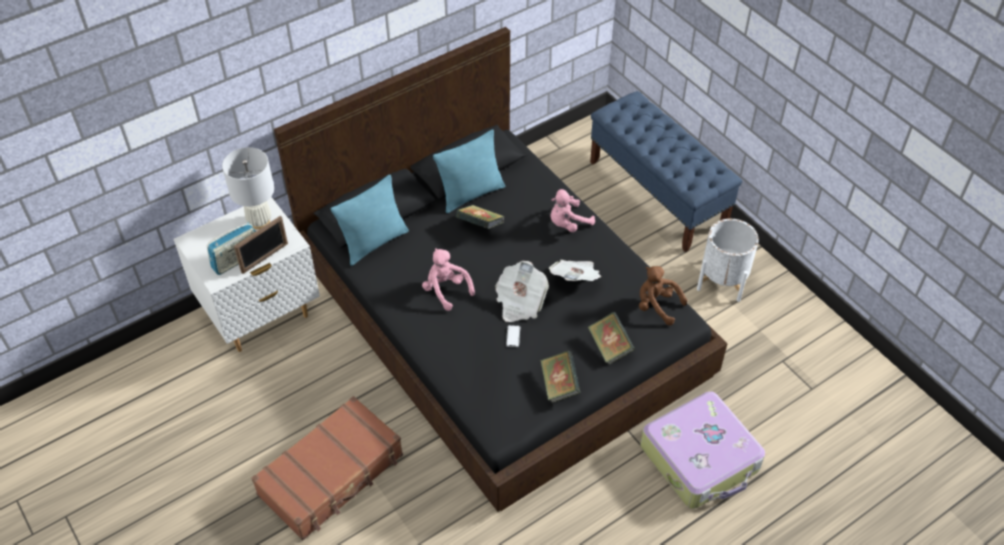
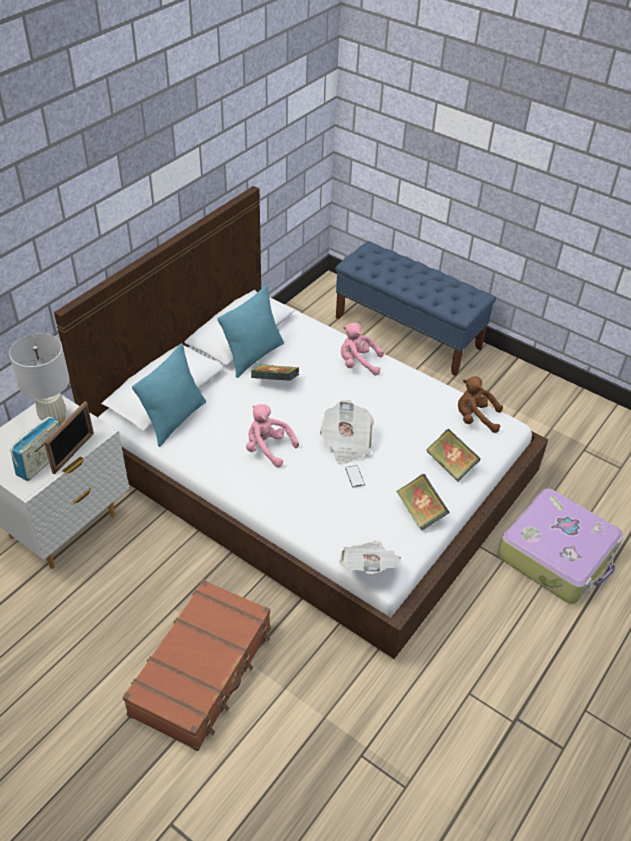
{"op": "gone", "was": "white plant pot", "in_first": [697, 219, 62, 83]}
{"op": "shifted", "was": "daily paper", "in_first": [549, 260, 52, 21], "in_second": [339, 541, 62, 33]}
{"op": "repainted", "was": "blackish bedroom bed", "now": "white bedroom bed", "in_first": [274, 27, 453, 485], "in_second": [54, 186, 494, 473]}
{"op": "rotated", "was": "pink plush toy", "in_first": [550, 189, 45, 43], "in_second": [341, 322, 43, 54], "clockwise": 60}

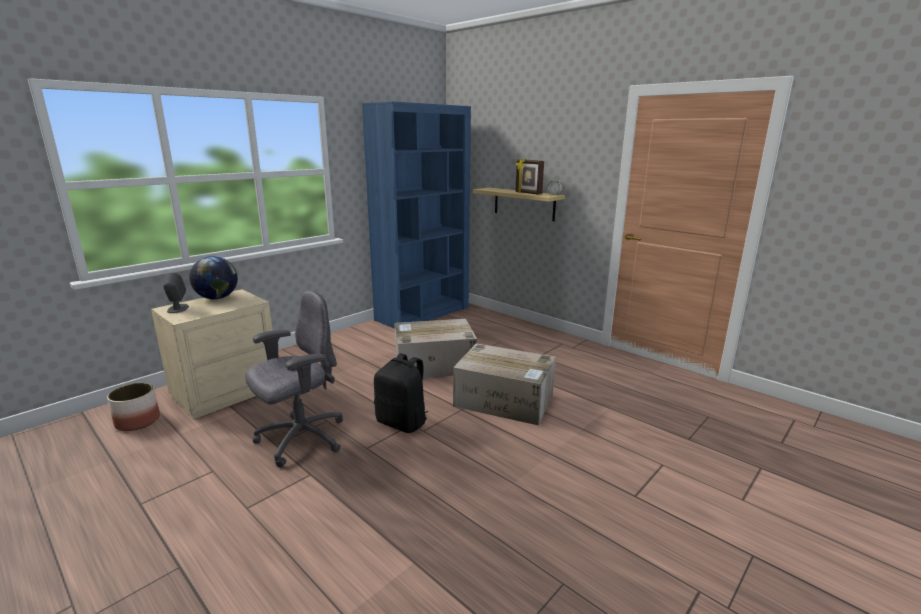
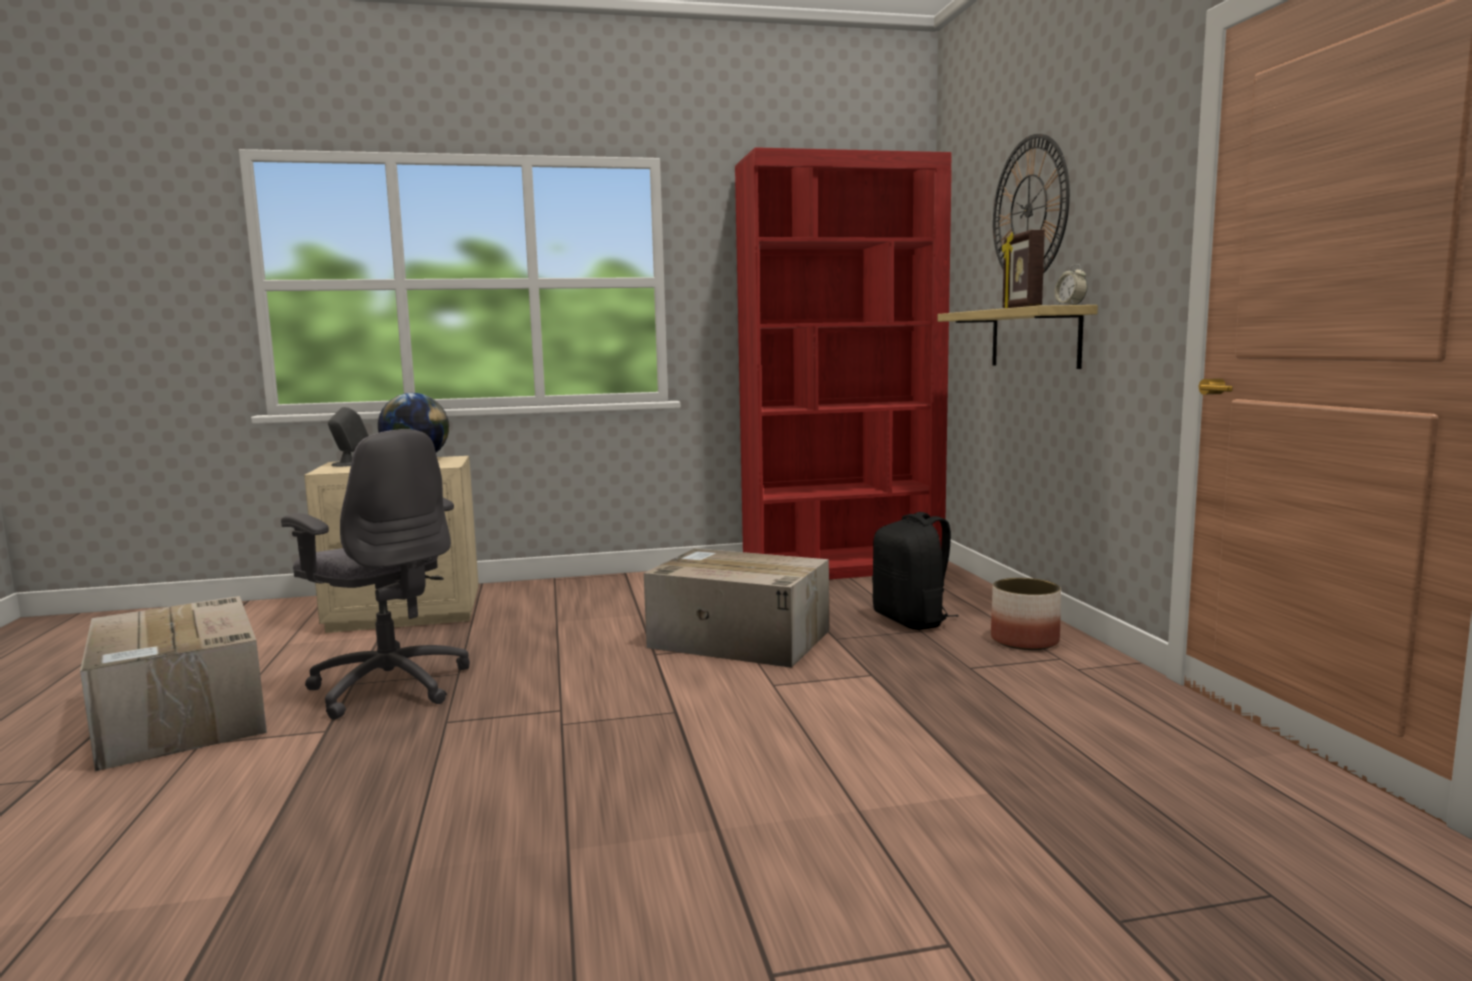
{"op": "new", "now": "wall clock", "in_second": [993, 134, 77, 140]}
{"op": "shifted", "was": "plant pot", "in_first": [107, 383, 53, 48], "in_second": [991, 578, 70, 72]}
{"op": "shifted", "was": "blackish backpack", "in_first": [374, 353, 54, 80], "in_second": [872, 512, 87, 118]}
{"op": "shifted", "was": "packing box", "in_first": [453, 343, 103, 82], "in_second": [80, 596, 187, 175]}
{"op": "repainted", "was": "bluish bookcase", "now": "reddish bookcase", "in_first": [362, 101, 109, 228], "in_second": [735, 147, 217, 432]}
{"op": "rotated", "was": "gray office chair", "in_first": [245, 291, 98, 176], "in_second": [281, 429, 189, 291], "clockwise": 45}

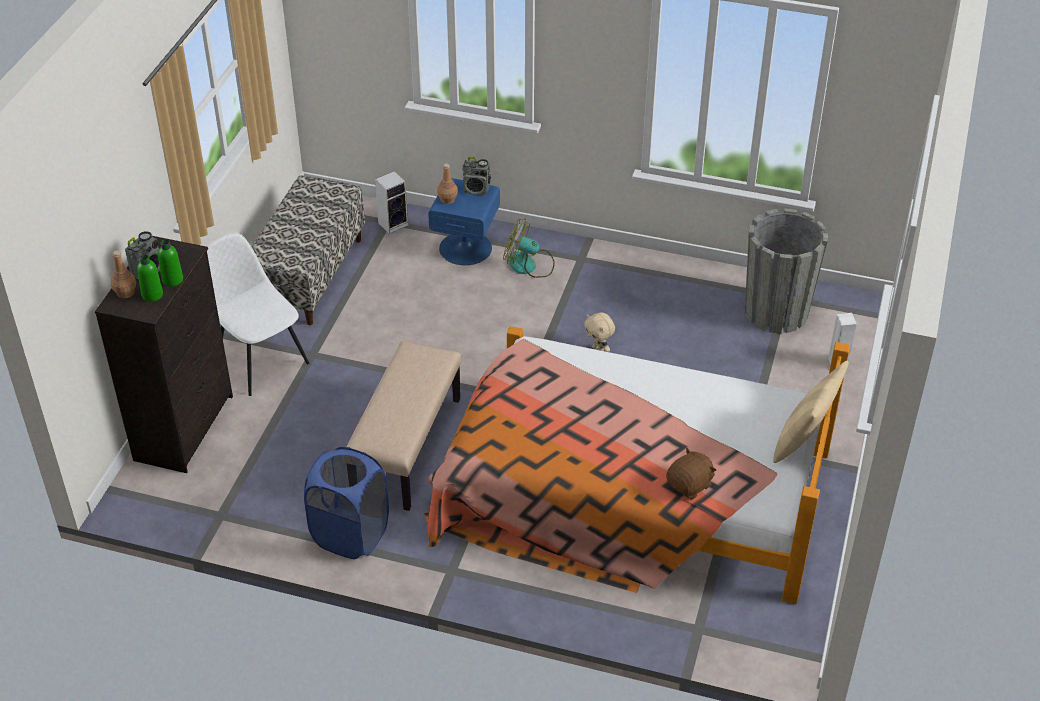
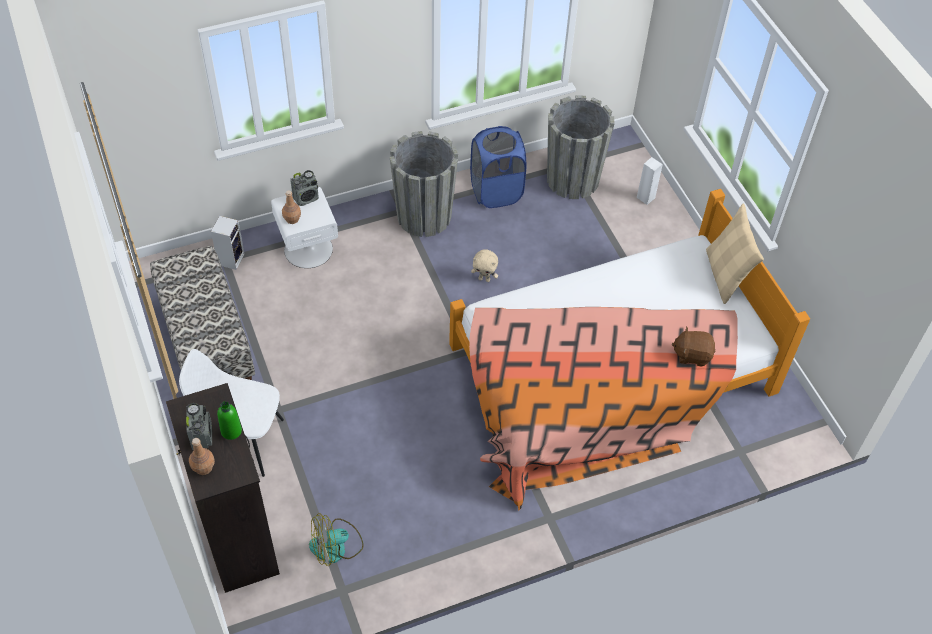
{"op": "gone", "was": "green drink bottle", "in_first": [137, 254, 26, 48]}
{"op": "gone", "was": "sand-coloured bench", "in_first": [347, 341, 115, 170]}
{"op": "new", "now": "gray plant pot", "in_second": [390, 131, 68, 106]}
{"op": "shifted", "was": "bluish washing basket", "in_first": [304, 447, 85, 112], "in_second": [470, 126, 56, 82]}
{"op": "shifted", "was": "fan", "in_first": [503, 218, 51, 60], "in_second": [309, 513, 55, 53]}
{"op": "repainted", "was": "bluish bedside table", "now": "white bedside table", "in_first": [428, 178, 72, 87], "in_second": [271, 187, 67, 81]}
{"op": "rotated", "was": "brown plush toy", "in_first": [666, 448, 50, 51], "in_second": [672, 326, 43, 41], "clockwise": -90}

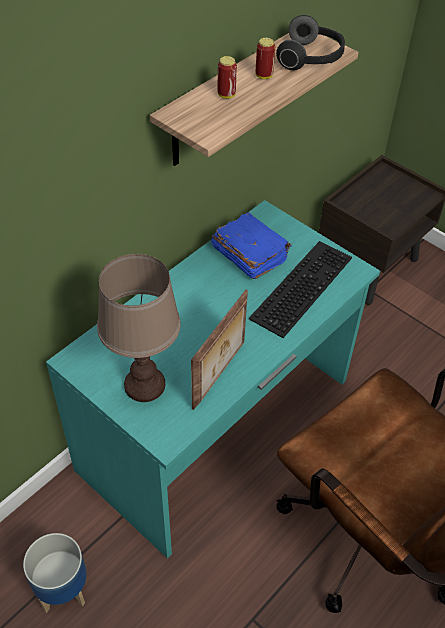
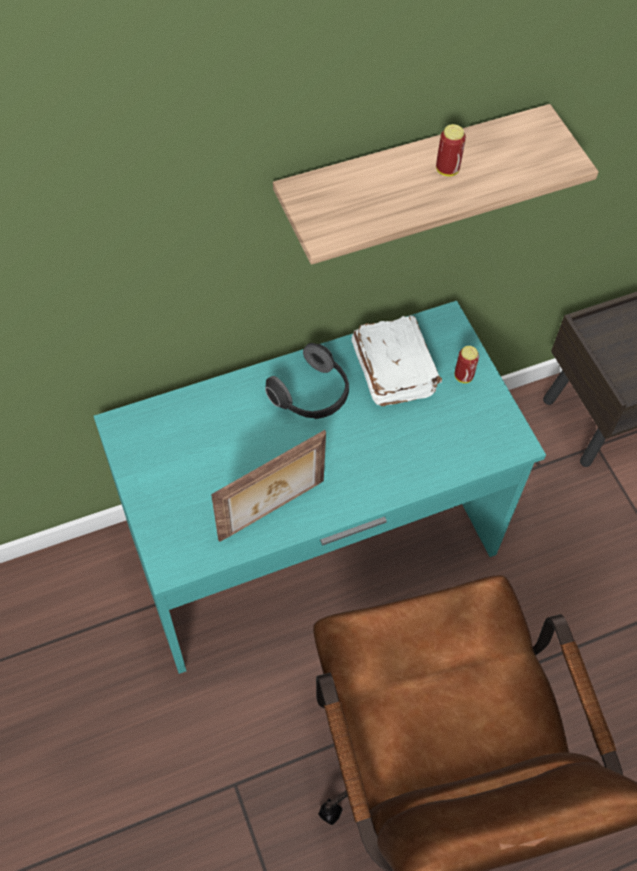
{"op": "gone", "was": "plant pot", "in_first": [23, 533, 64, 80]}
{"op": "gone", "was": "brown tabletop lamp", "in_first": [97, 254, 84, 148]}
{"op": "gone", "was": "PC keyboard", "in_first": [249, 241, 103, 97]}
{"op": "shifted", "was": "metal can", "in_first": [218, 56, 19, 43], "in_second": [455, 346, 24, 37]}
{"op": "shifted", "was": "headphones", "in_first": [276, 15, 69, 55], "in_second": [265, 343, 84, 76]}
{"op": "repainted", "was": "bluish volume", "now": "white volume", "in_first": [211, 213, 81, 66], "in_second": [351, 315, 91, 91]}

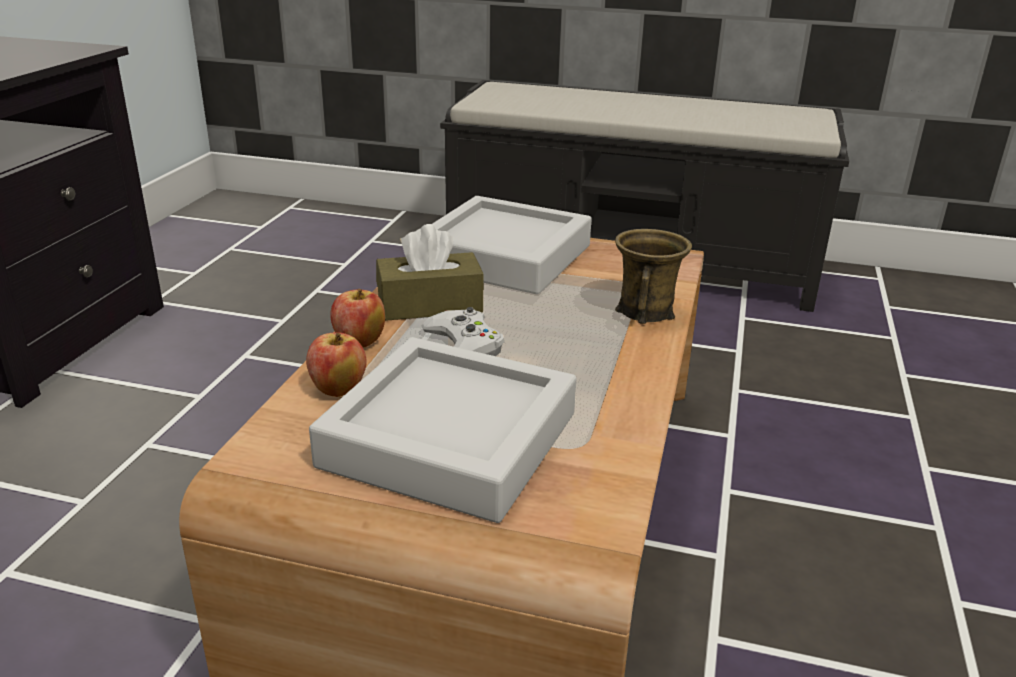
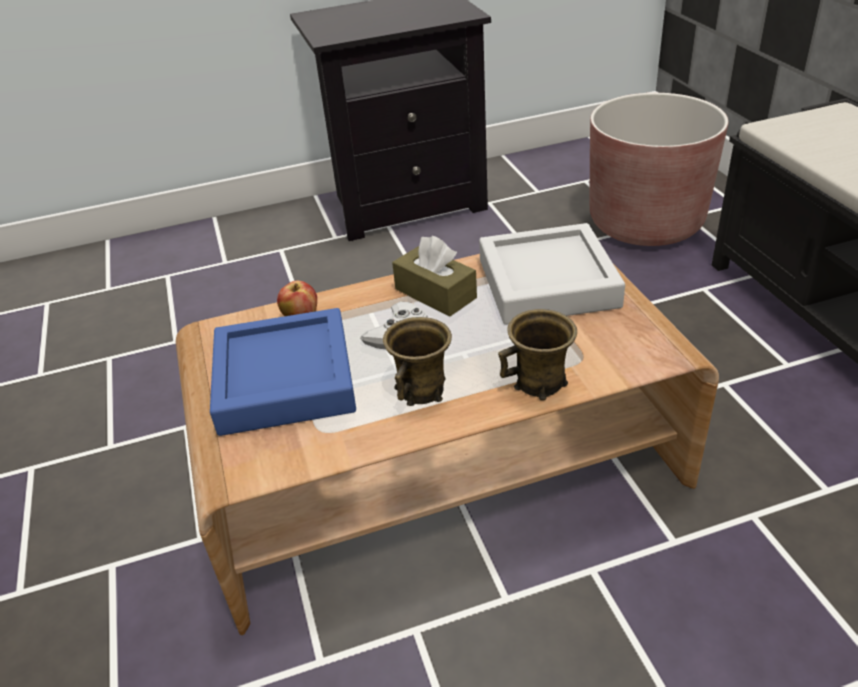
{"op": "gone", "was": "apple", "in_first": [330, 289, 55, 58]}
{"op": "new", "now": "brown coffee mug", "in_second": [383, 317, 69, 89]}
{"op": "new", "now": "brown plant pot", "in_second": [590, 93, 138, 153]}
{"op": "repainted", "was": "gray carrying tray", "now": "bluish carrying tray", "in_first": [309, 337, 267, 186], "in_second": [210, 308, 146, 128]}

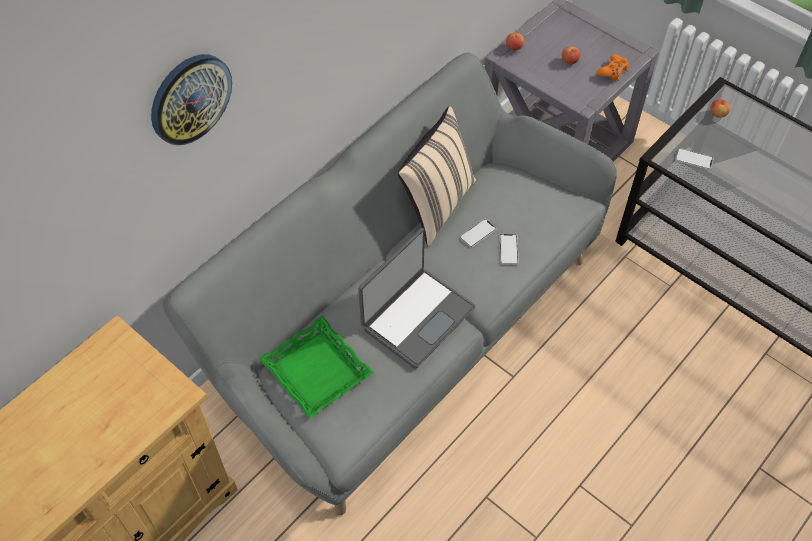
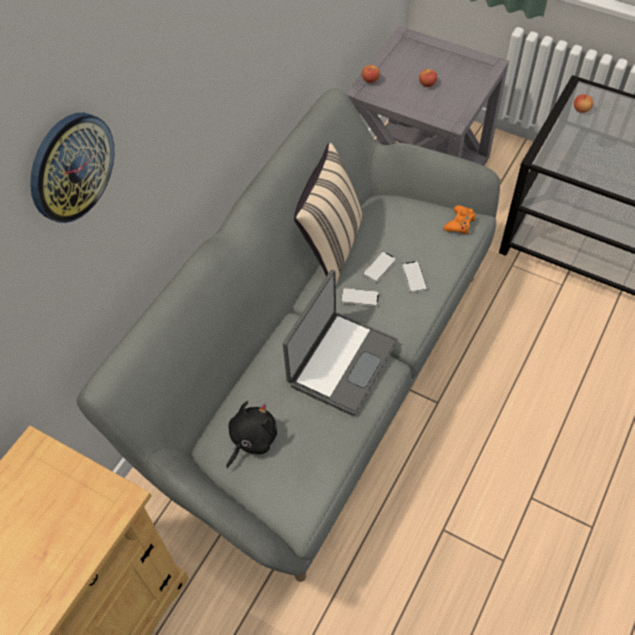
{"op": "shifted", "was": "orange-coloured joypad", "in_first": [596, 54, 33, 27], "in_second": [444, 205, 32, 29]}
{"op": "shifted", "was": "handset", "in_first": [675, 148, 39, 22], "in_second": [340, 288, 40, 19]}
{"op": "swapped", "was": "green carrying tray", "now": "blackish plush toy", "in_first": [258, 316, 116, 103], "in_second": [226, 401, 51, 67]}

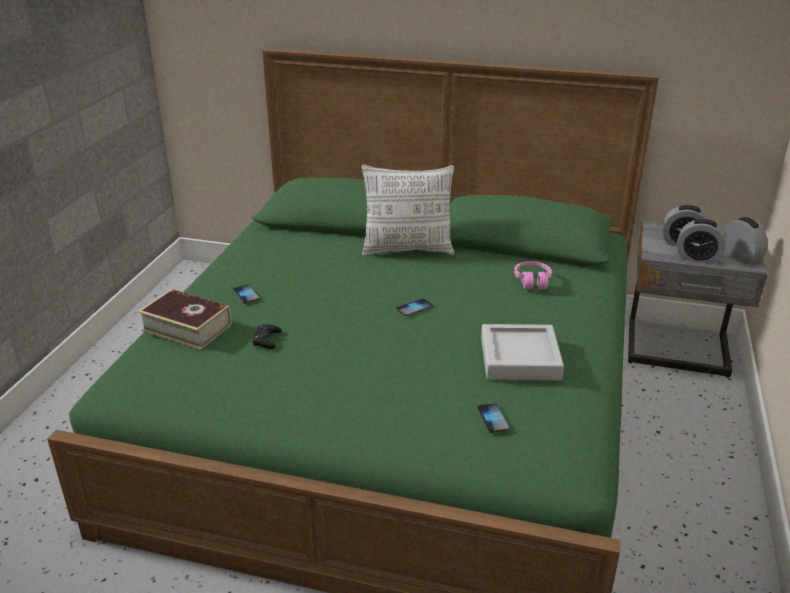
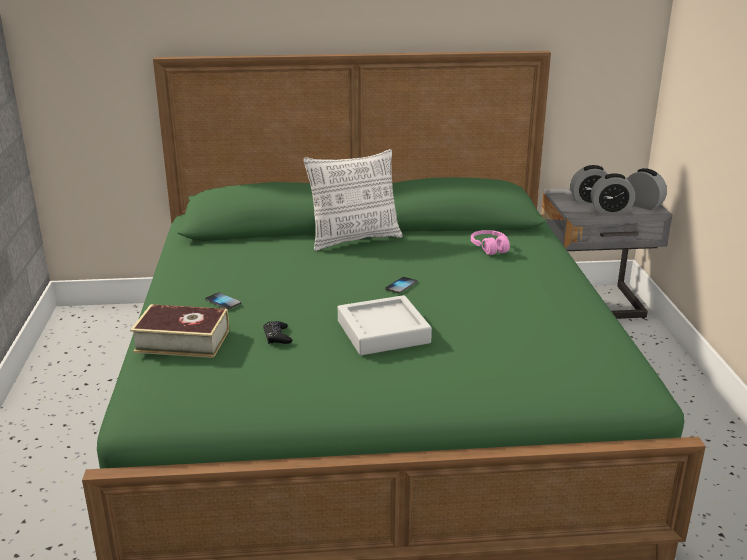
{"op": "gone", "was": "handset", "in_first": [477, 403, 32, 30]}
{"op": "shifted", "was": "gray carrying tray", "in_first": [481, 324, 83, 56], "in_second": [338, 295, 94, 60]}

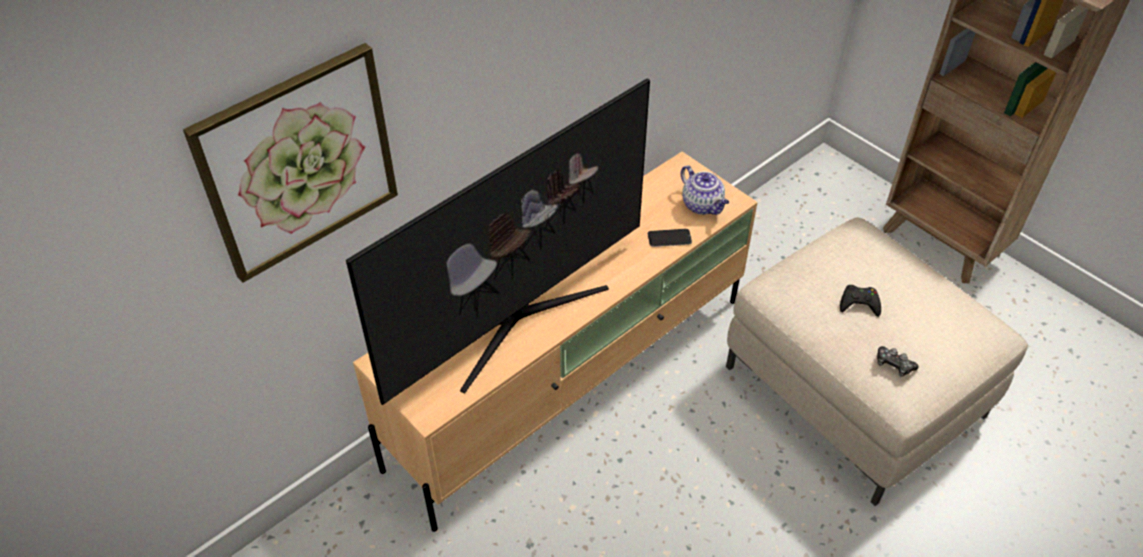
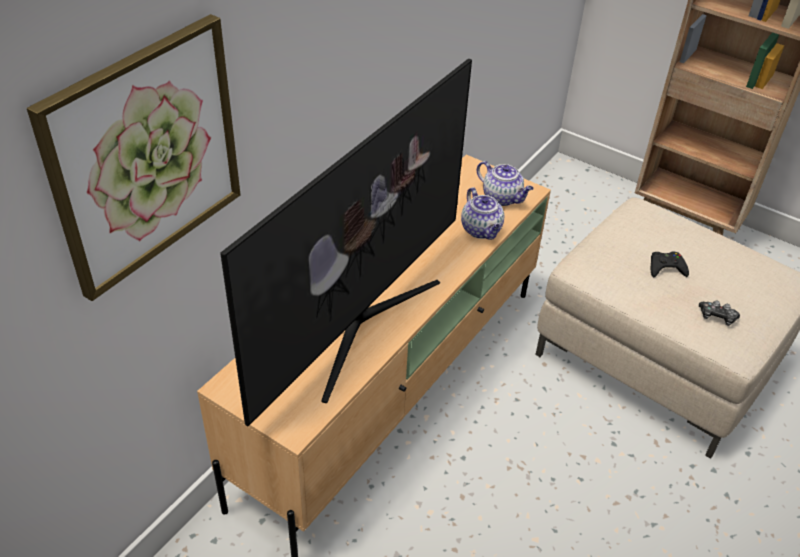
{"op": "swapped", "was": "handset", "now": "pot for tea", "in_first": [648, 229, 44, 18], "in_second": [461, 187, 43, 53]}

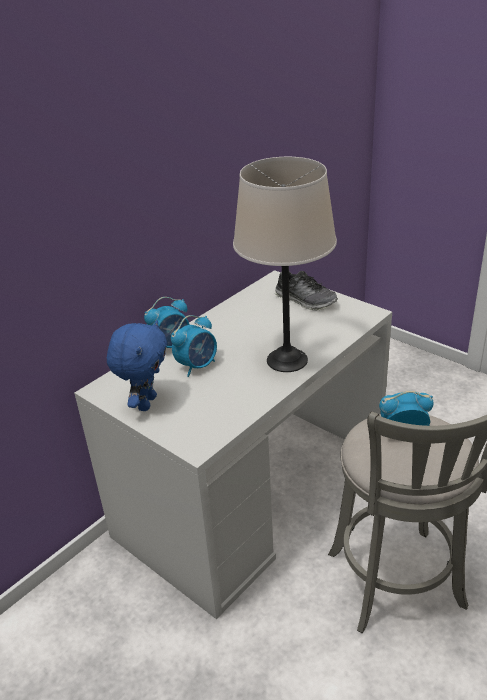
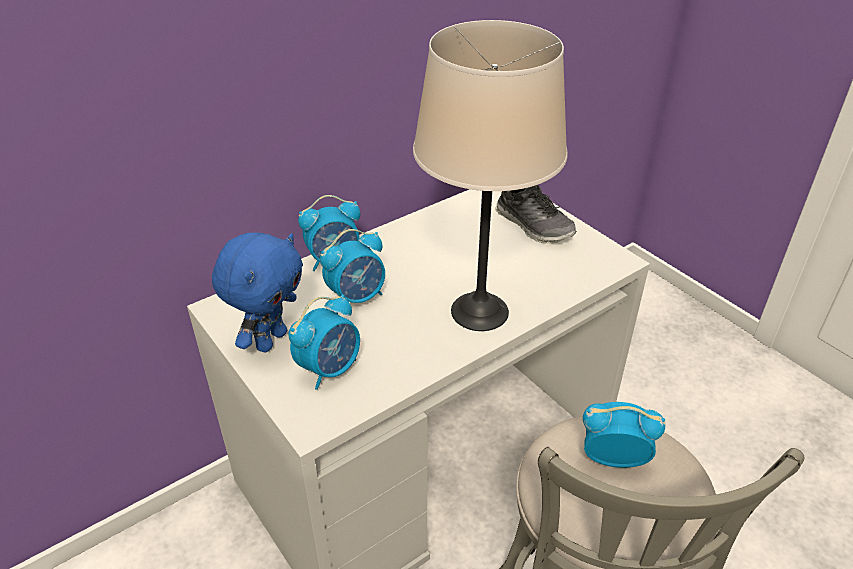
{"op": "new", "now": "bedside clock", "in_second": [289, 294, 71, 96]}

